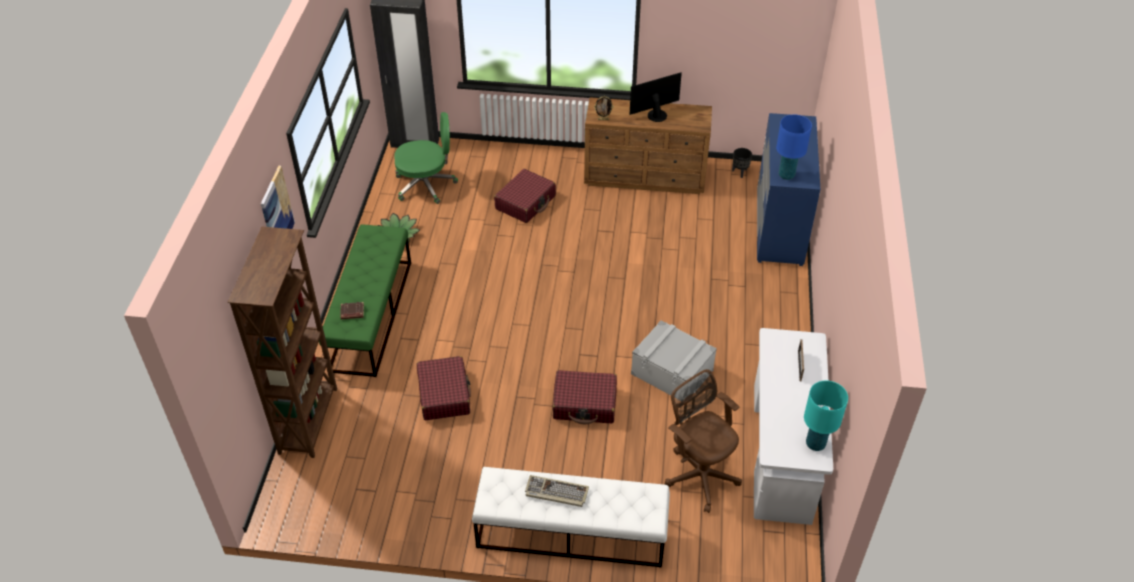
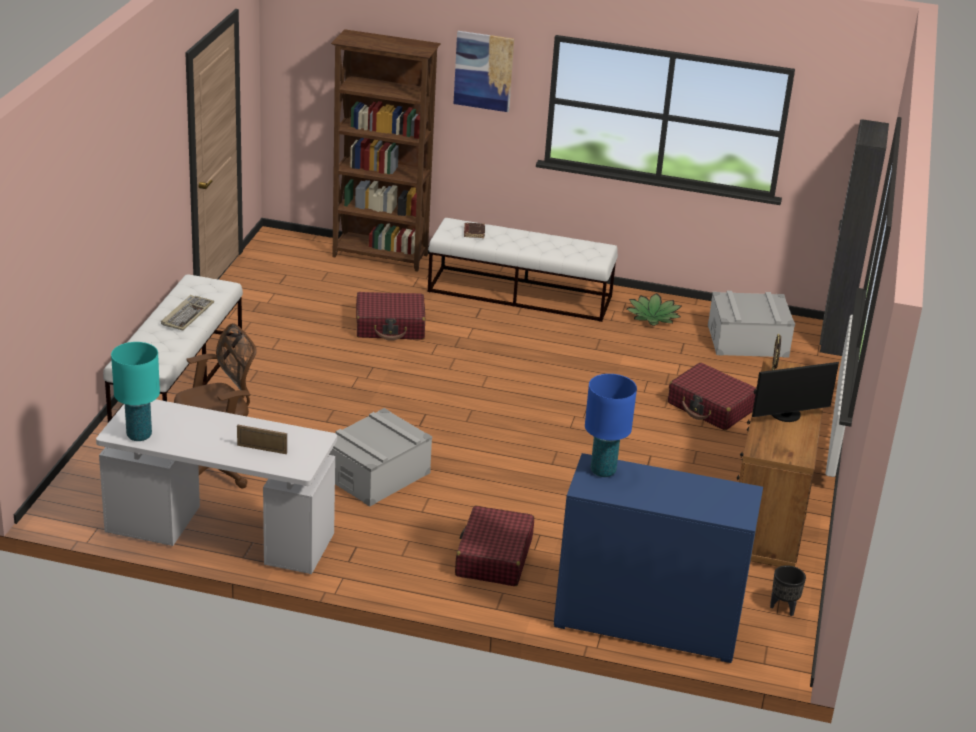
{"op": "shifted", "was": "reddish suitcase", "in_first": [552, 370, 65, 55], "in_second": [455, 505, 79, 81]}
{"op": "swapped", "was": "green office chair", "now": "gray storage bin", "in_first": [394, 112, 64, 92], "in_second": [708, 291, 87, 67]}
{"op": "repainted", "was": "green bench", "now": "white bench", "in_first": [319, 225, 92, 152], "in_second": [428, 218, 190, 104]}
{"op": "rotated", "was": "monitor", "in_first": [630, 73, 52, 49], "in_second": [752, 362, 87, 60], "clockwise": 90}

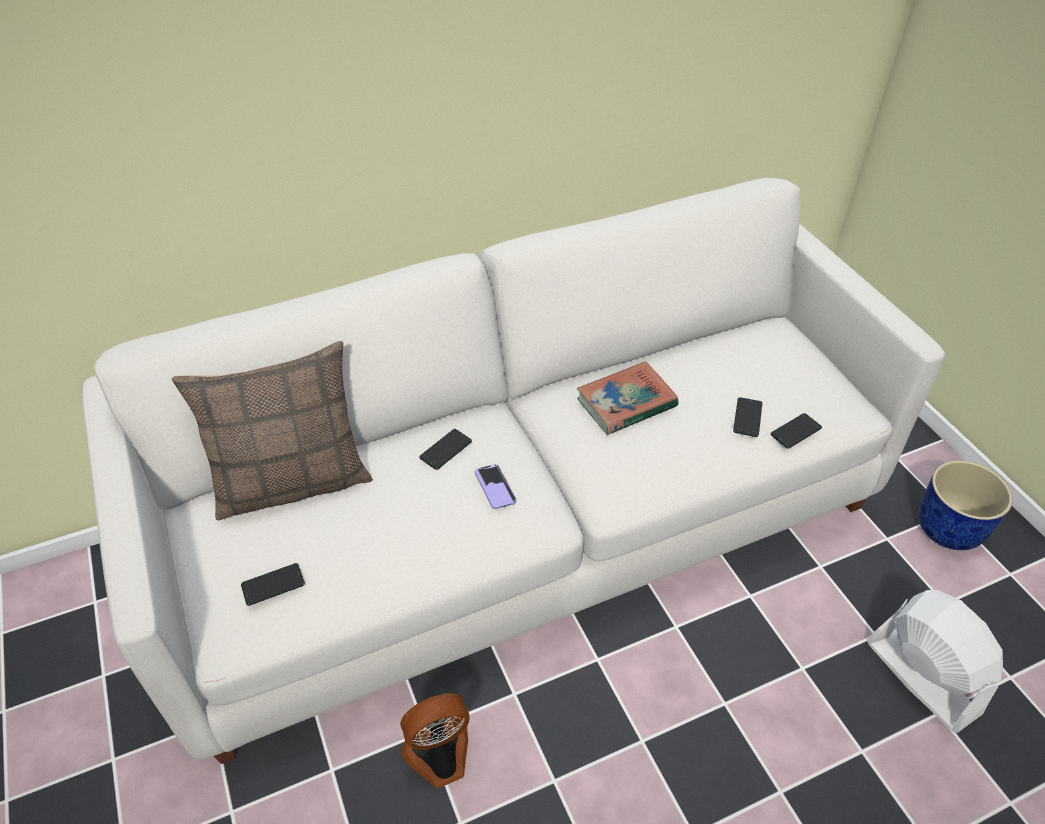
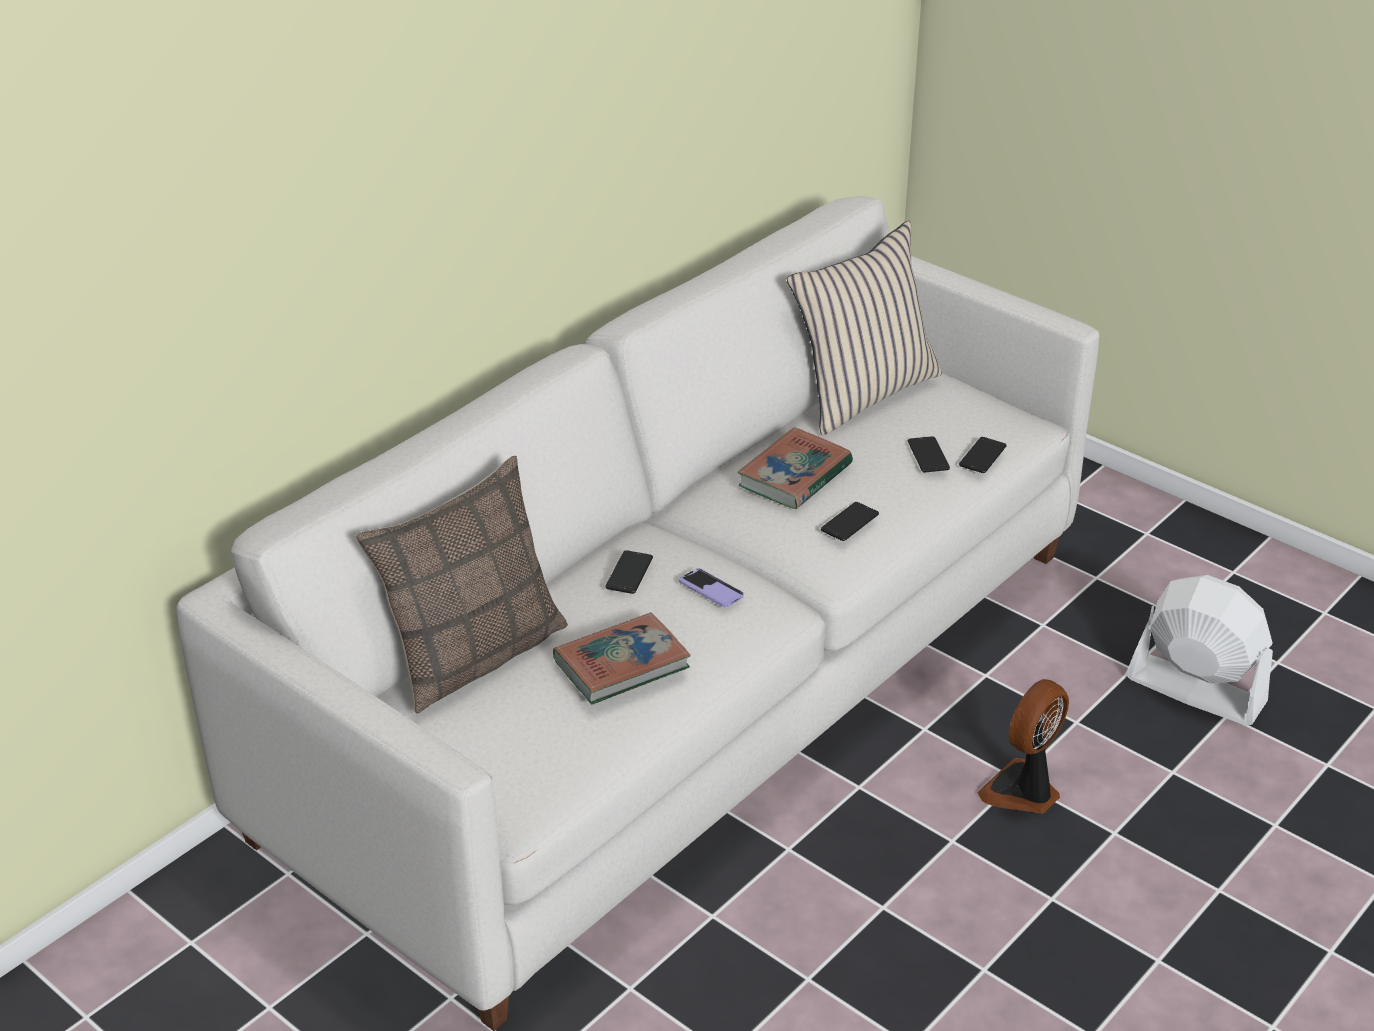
{"op": "gone", "was": "bluish plant pot", "in_first": [918, 460, 95, 90]}
{"op": "new", "now": "volume", "in_second": [553, 612, 138, 93]}
{"op": "new", "now": "sand-coloured throw pillow", "in_second": [787, 221, 155, 214]}
{"op": "shifted", "was": "handset", "in_first": [241, 563, 64, 43], "in_second": [821, 502, 58, 39]}
{"op": "shifted", "was": "fan", "in_first": [400, 693, 69, 95], "in_second": [977, 679, 92, 134]}

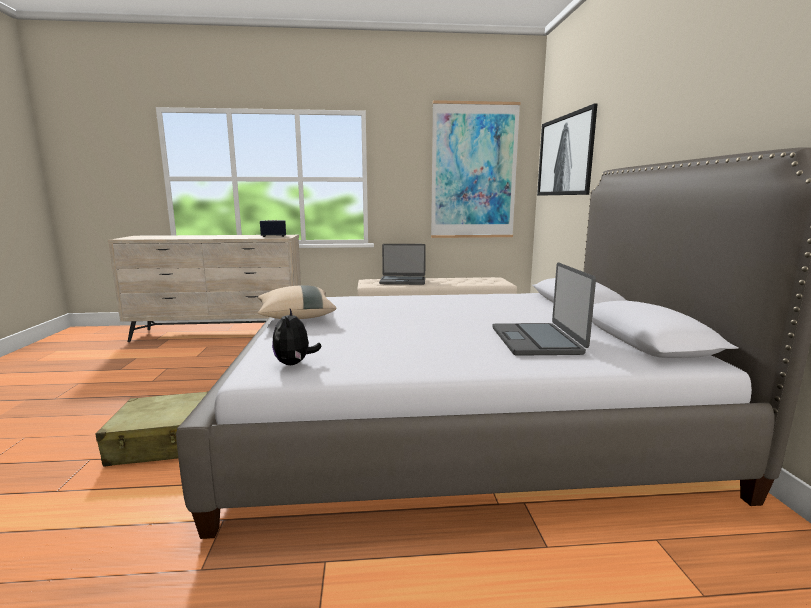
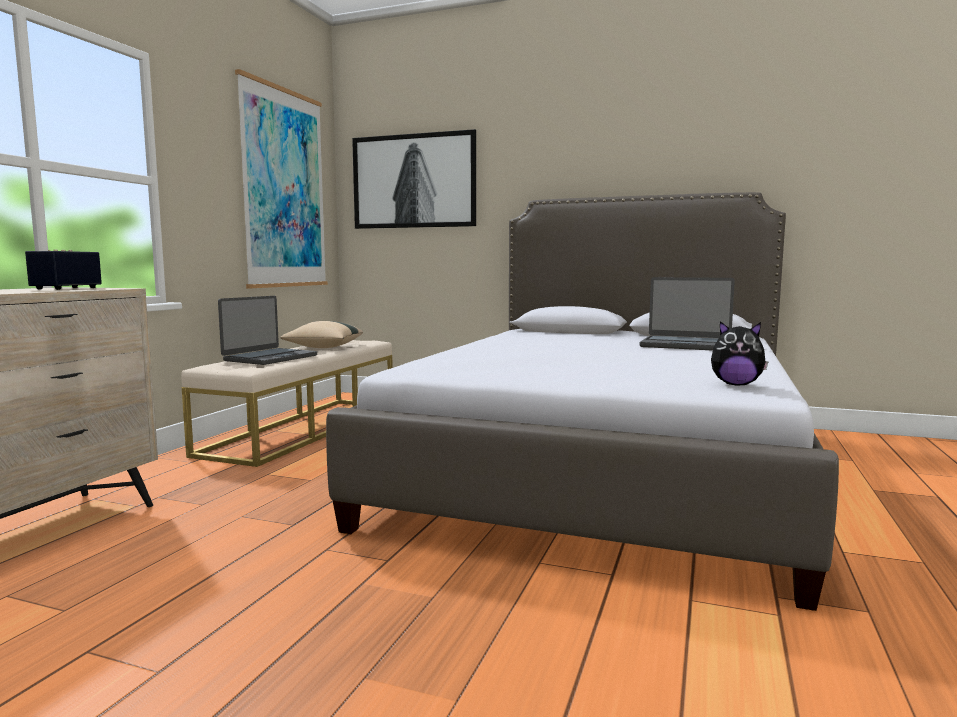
{"op": "gone", "was": "sand-coloured suitcase", "in_first": [96, 391, 113, 76]}
{"op": "shifted", "was": "sand-coloured throw pillow", "in_first": [258, 285, 79, 34], "in_second": [280, 321, 83, 27]}

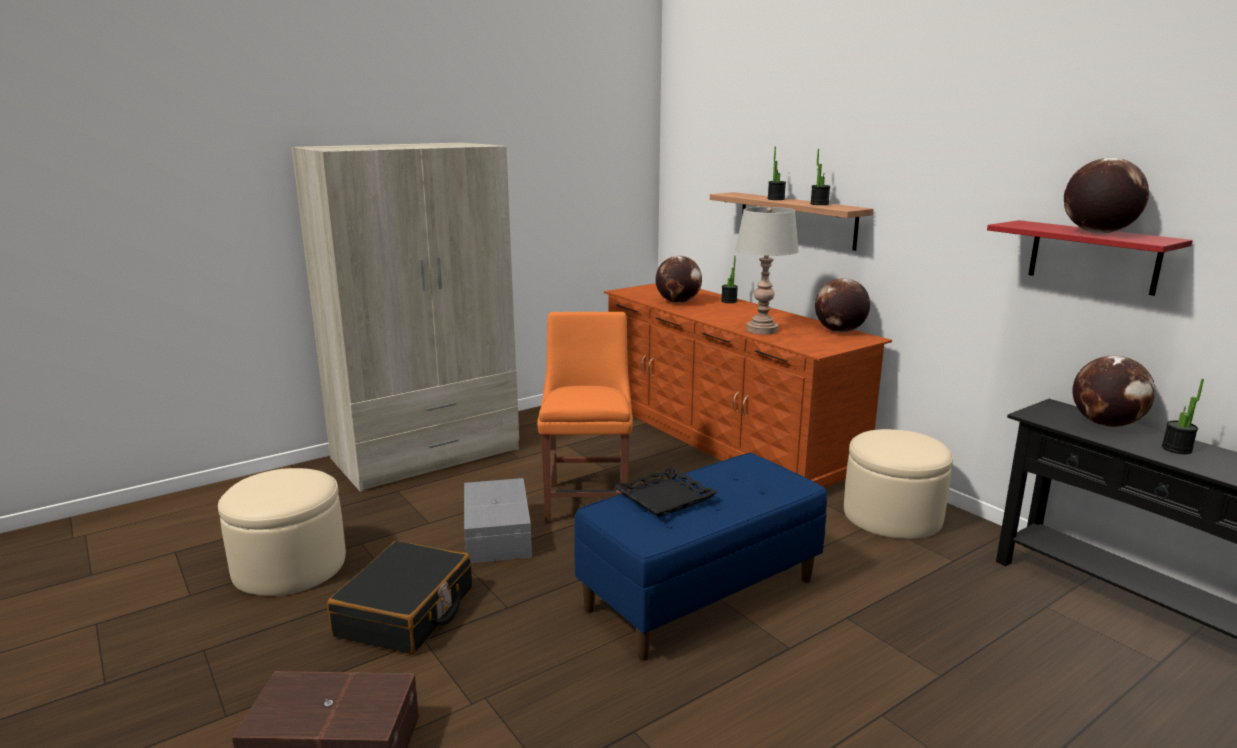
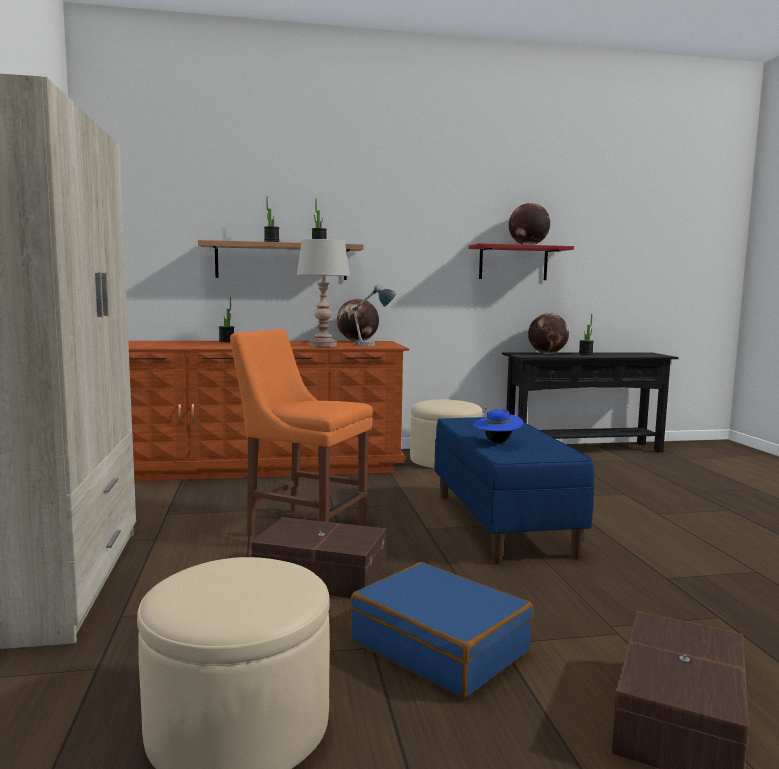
{"op": "gone", "was": "world globe", "in_first": [655, 256, 47, 47]}
{"op": "new", "now": "tabletop lamp", "in_second": [352, 284, 44, 62]}
{"op": "swapped", "was": "blackish carrying tray", "now": "bluish hat", "in_first": [614, 467, 103, 50], "in_second": [473, 408, 50, 35]}
{"op": "repainted", "was": "blackish suitcase", "now": "bluish suitcase", "in_first": [327, 541, 145, 114], "in_second": [350, 562, 183, 136]}
{"op": "repainted", "was": "gray storage bin", "now": "brown storage bin", "in_first": [464, 478, 68, 85], "in_second": [251, 517, 135, 81]}

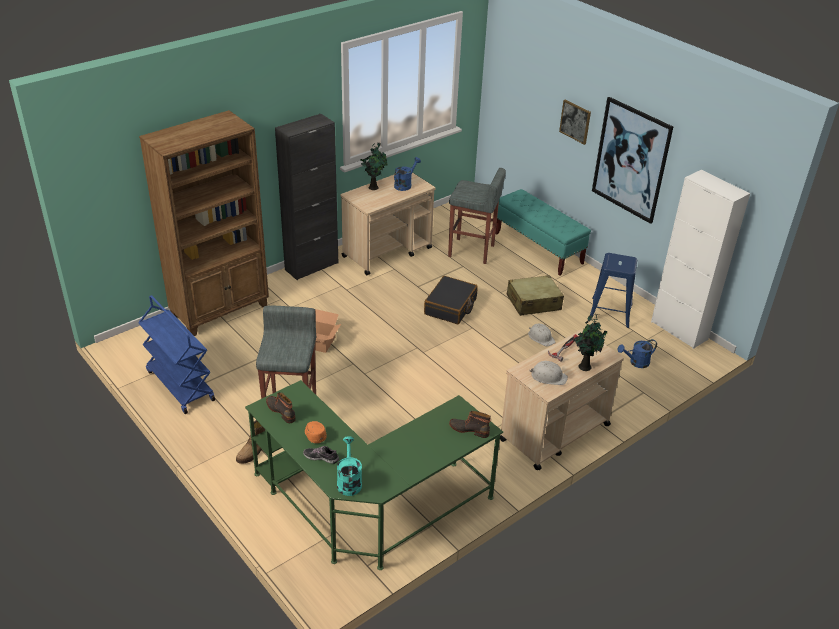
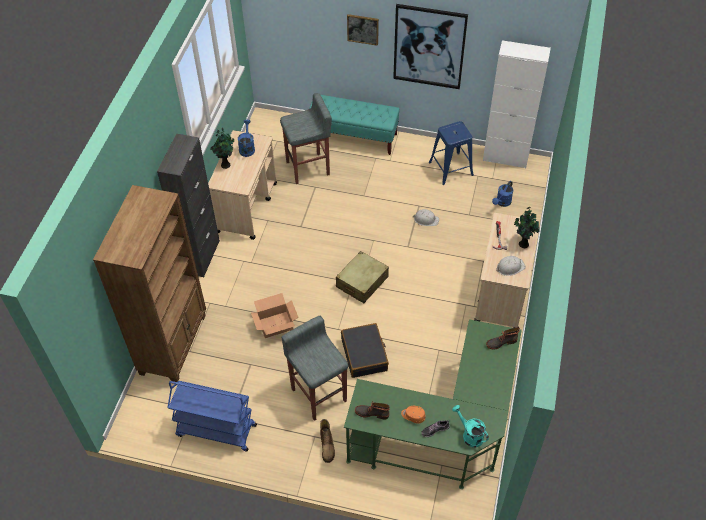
{"op": "shifted", "was": "blackish suitcase", "in_first": [424, 276, 54, 48], "in_second": [341, 323, 48, 55]}
{"op": "shifted", "was": "sand-coloured suitcase", "in_first": [507, 275, 57, 41], "in_second": [336, 251, 53, 52]}

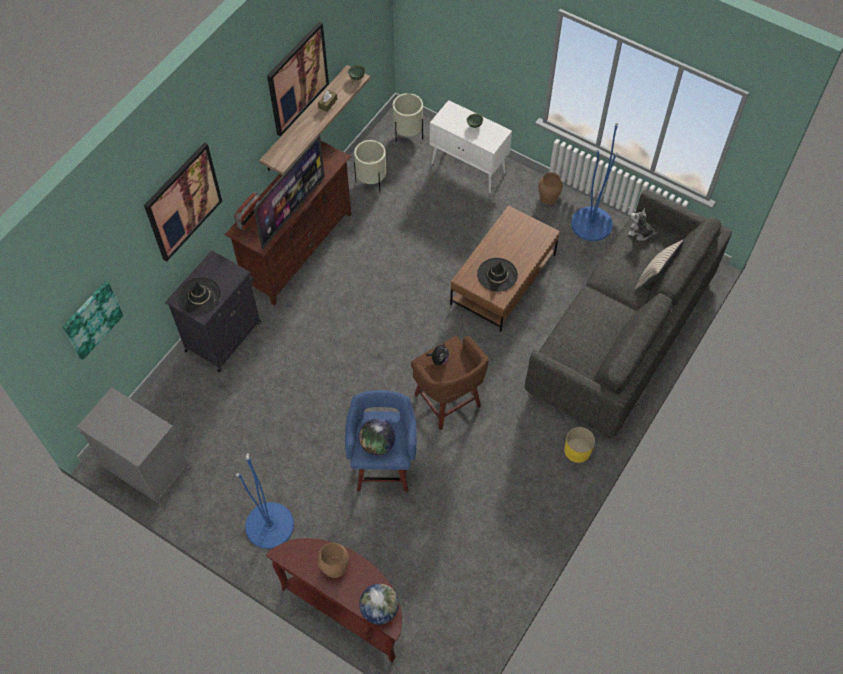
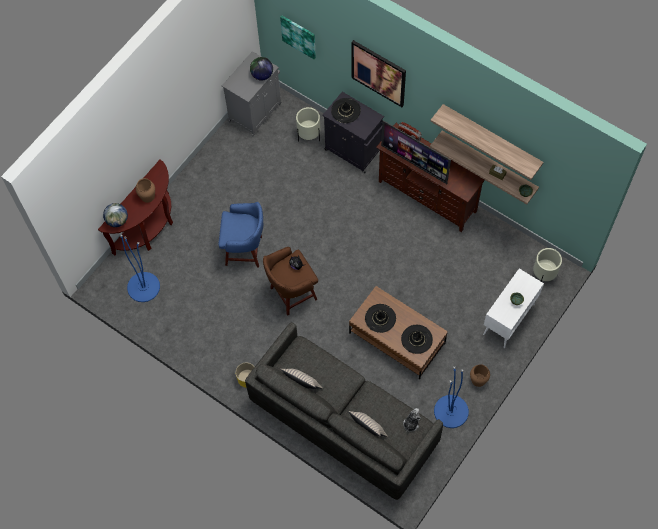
{"op": "new", "now": "sand-coloured throw pillow", "in_second": [281, 369, 42, 20]}
{"op": "new", "now": "blackish hat", "in_second": [401, 325, 32, 29]}
{"op": "shifted", "was": "bluish standing lamp", "in_first": [236, 453, 58, 96], "in_second": [120, 234, 40, 68]}
{"op": "shifted", "was": "sand-coloured plant pot", "in_first": [354, 140, 32, 52], "in_second": [296, 107, 24, 35]}
{"op": "shifted", "was": "world globe", "in_first": [359, 419, 37, 36], "in_second": [250, 57, 23, 24]}
{"op": "swapped", "was": "picture", "now": "bracket shelf", "in_first": [267, 22, 62, 115], "in_second": [431, 104, 113, 76]}

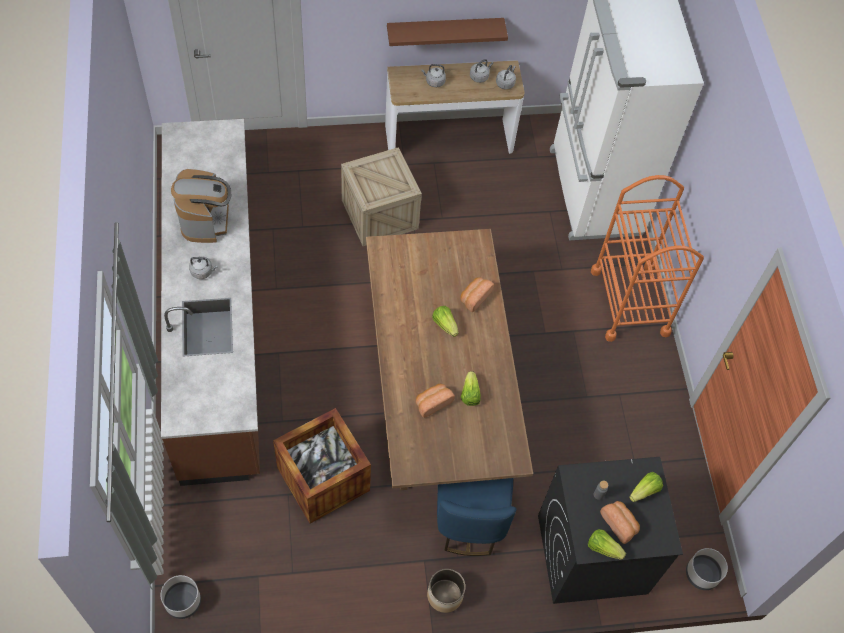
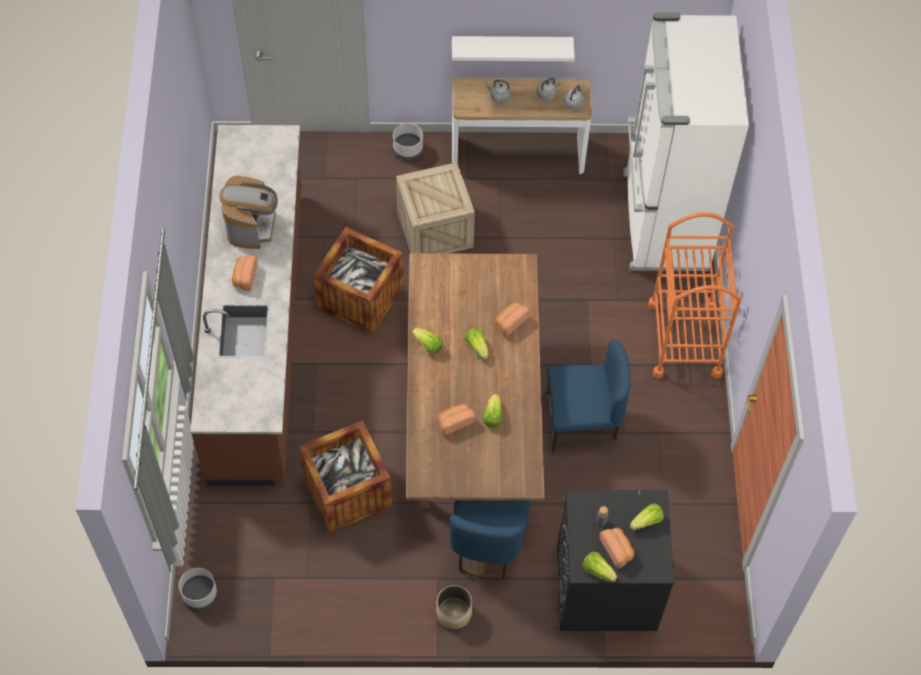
{"op": "new", "now": "crate", "in_second": [313, 227, 90, 108]}
{"op": "new", "now": "lettuce", "in_second": [412, 328, 31, 26]}
{"op": "new", "now": "bluish plain chair", "in_second": [546, 340, 85, 112]}
{"op": "shifted", "was": "gray plant pot", "in_first": [686, 548, 42, 42], "in_second": [393, 123, 30, 37]}
{"op": "swapped", "was": "gray water kettle", "now": "bread", "in_first": [189, 256, 29, 23], "in_second": [232, 255, 25, 36]}
{"op": "repainted", "was": "brown bracket shelf", "now": "white bracket shelf", "in_first": [387, 18, 121, 28], "in_second": [452, 36, 123, 25]}

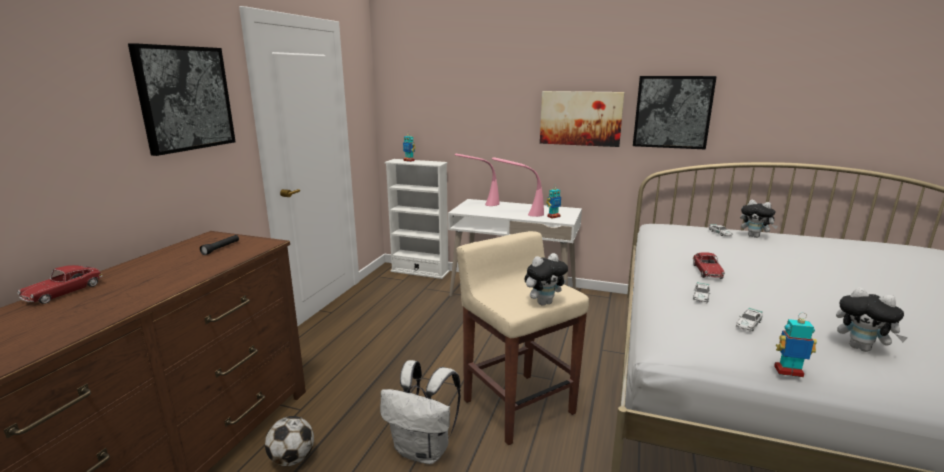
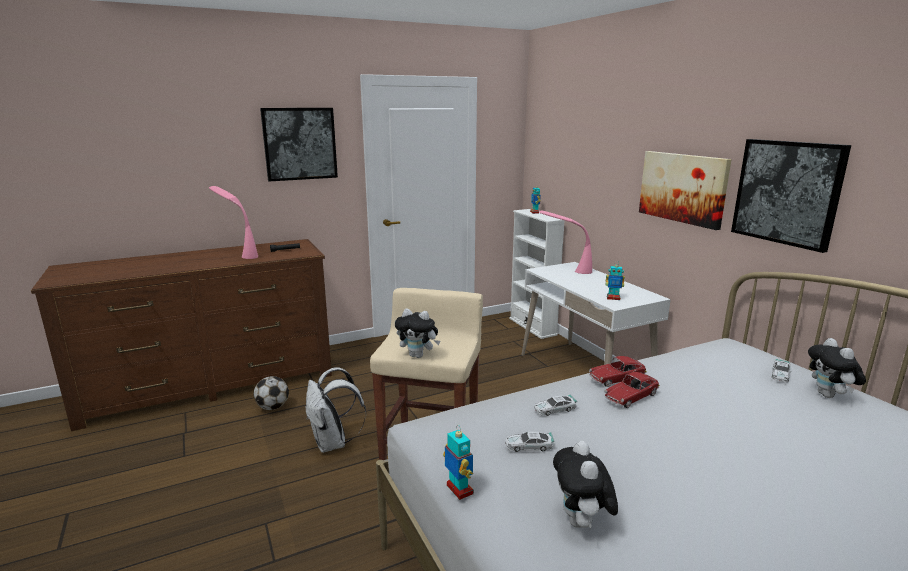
{"op": "shifted", "was": "model car", "in_first": [17, 265, 85, 39], "in_second": [589, 356, 58, 31]}
{"op": "shifted", "was": "pink tabletop lamp", "in_first": [492, 157, 52, 60], "in_second": [209, 186, 49, 73]}

